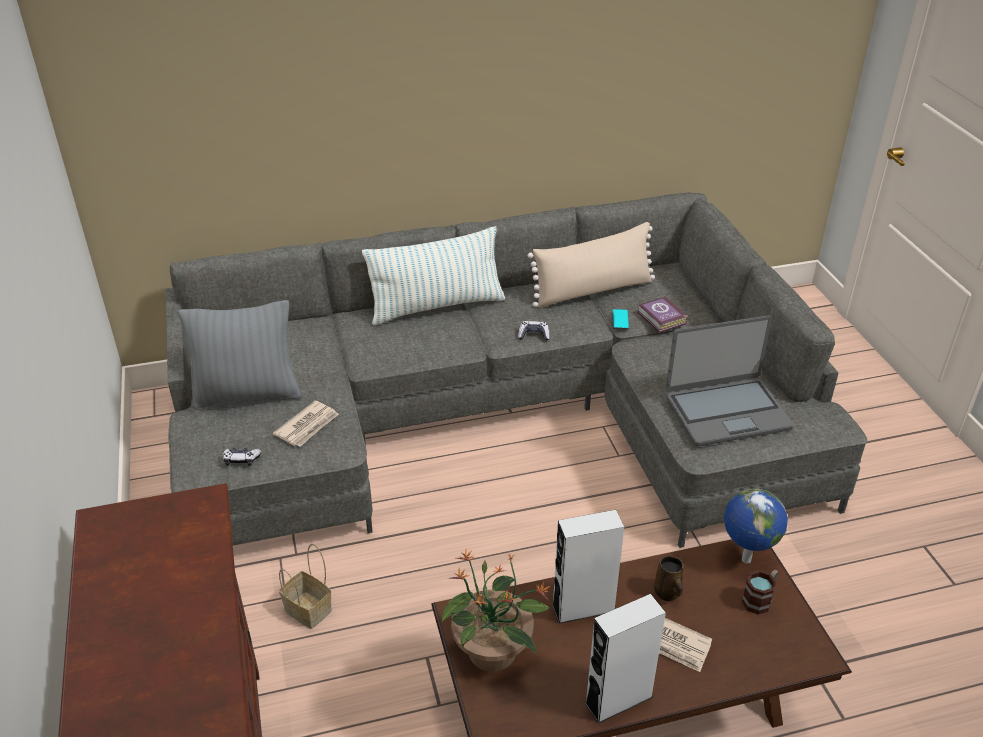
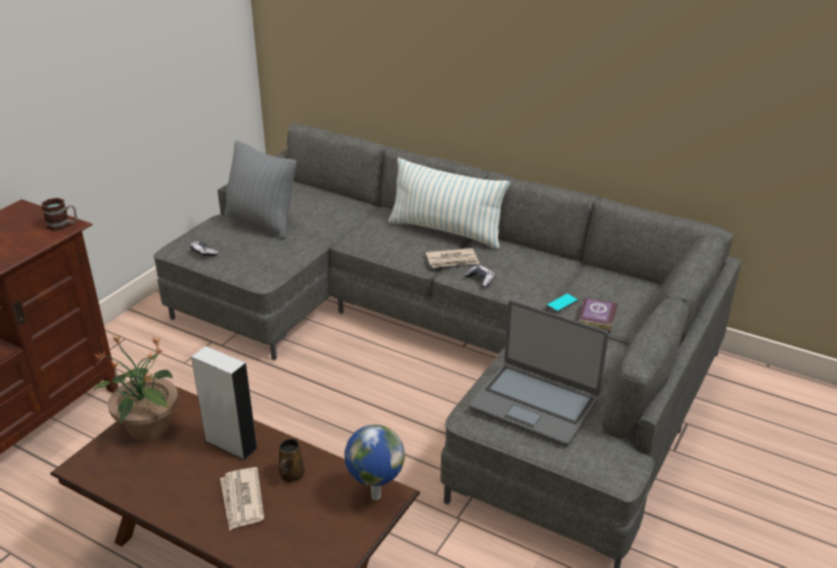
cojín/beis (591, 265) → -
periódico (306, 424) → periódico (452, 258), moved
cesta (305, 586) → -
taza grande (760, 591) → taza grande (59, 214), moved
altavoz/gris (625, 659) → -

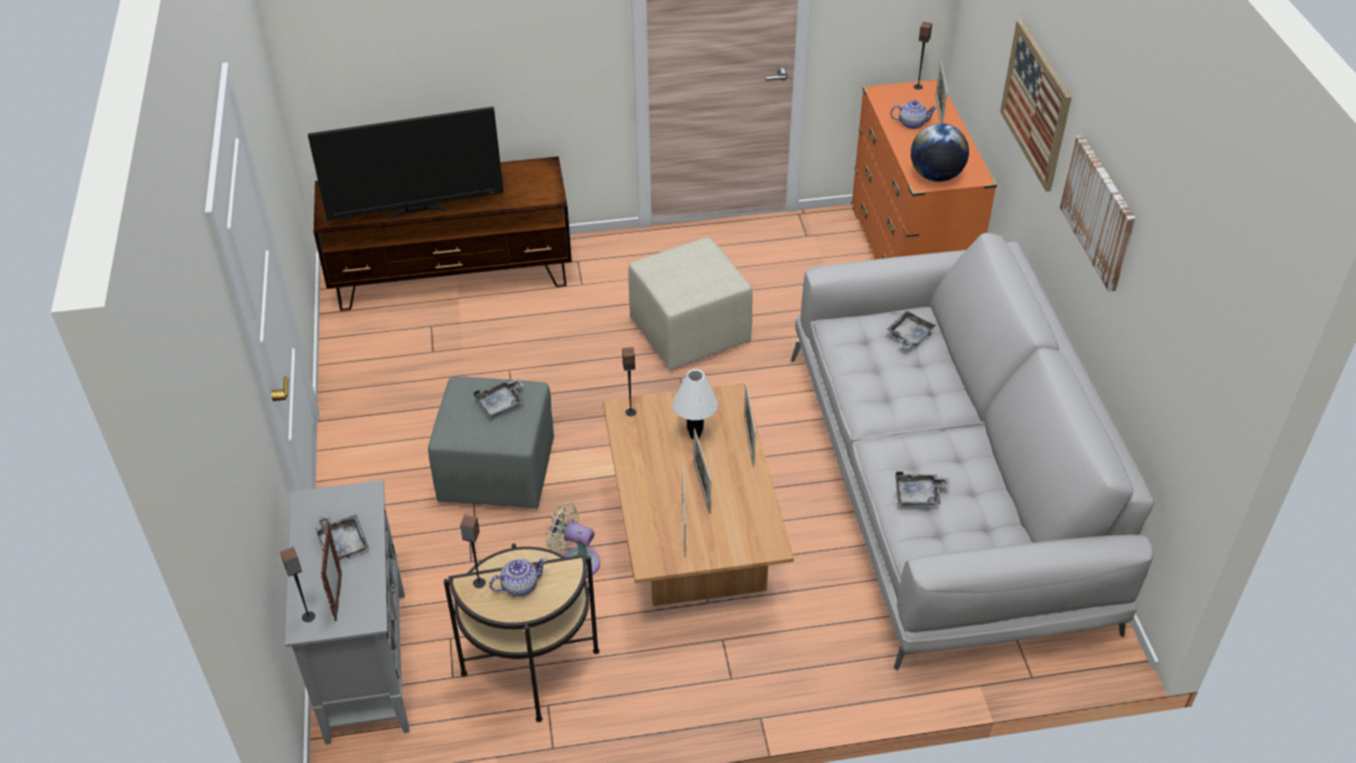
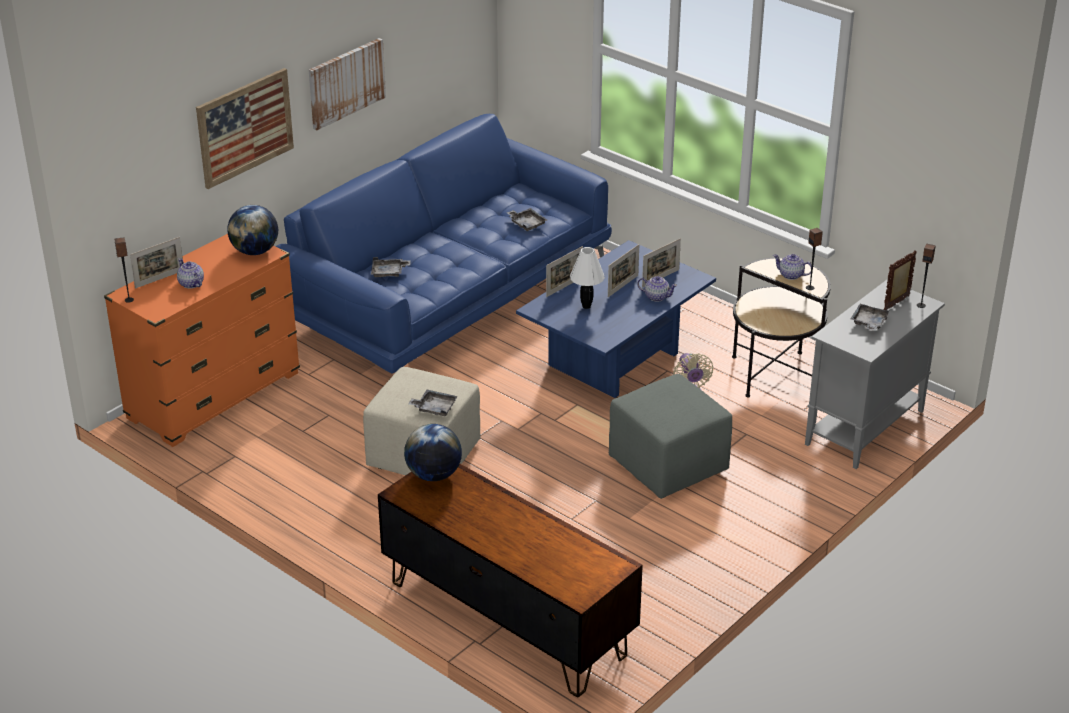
televisor (406, 163) → -
sofá/gris (972, 451) → sofá/azul (444, 244)
altavoz (629, 381) → -
bandeja/gris (499, 398) → bandeja/gris (433, 403), moved
mesa de centro/marrón (698, 494) → mesa de centro/azul (616, 319)
- → tetera (657, 289)
- → globo terráqueo (433, 452)

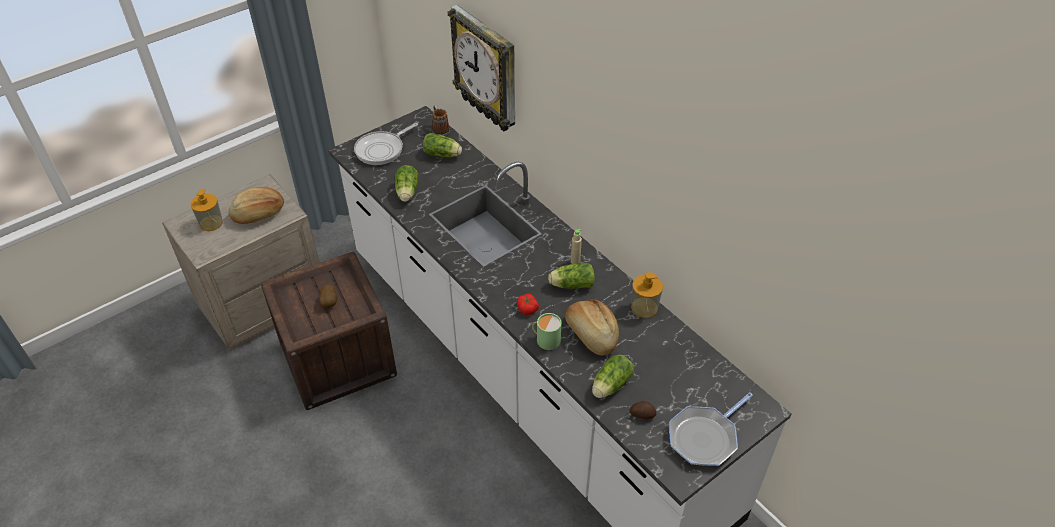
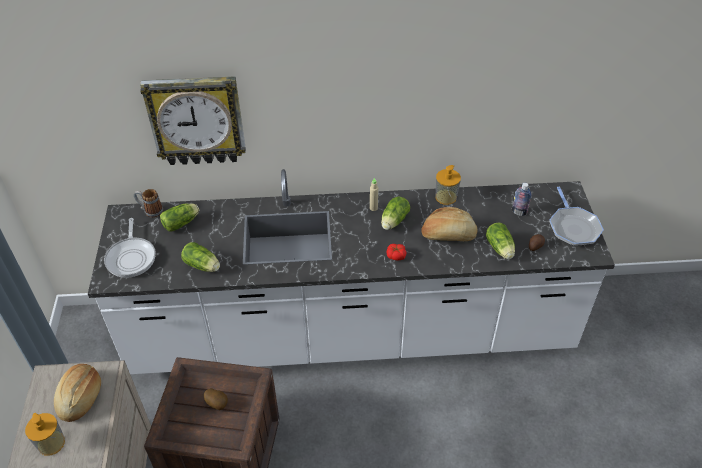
taza grande/verde (547, 331) → -
- → botella (522, 199)

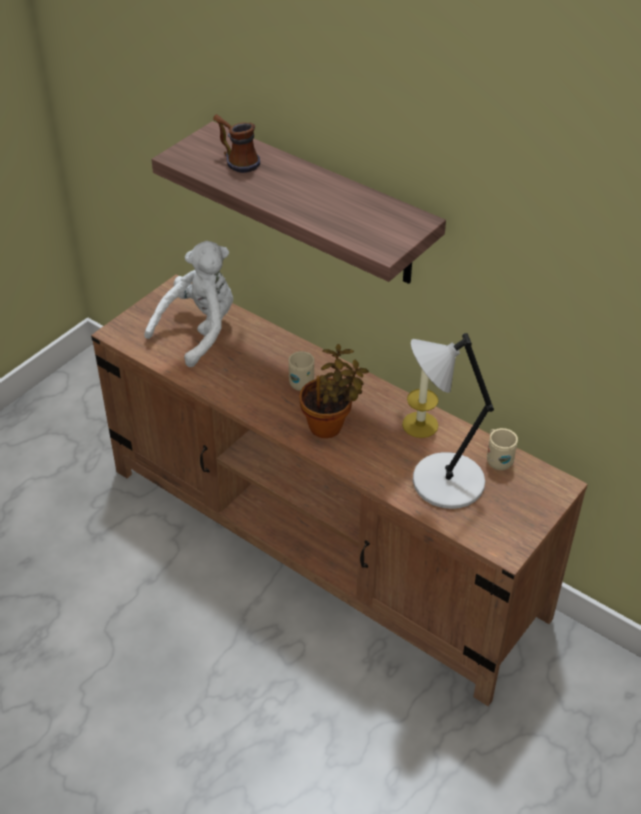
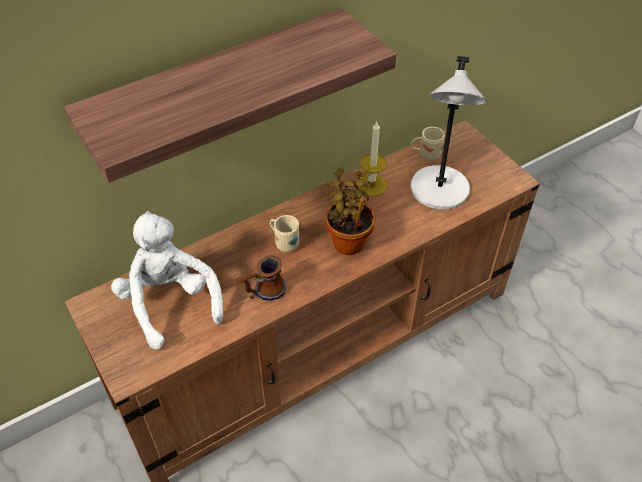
taza grande (236, 143) → taza grande (261, 278), moved

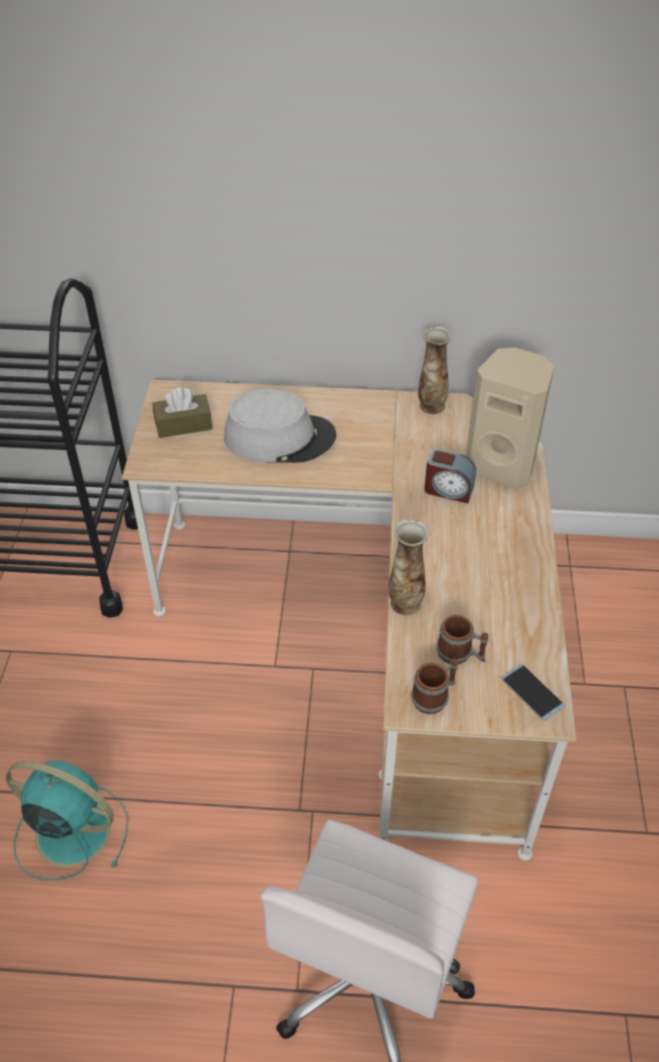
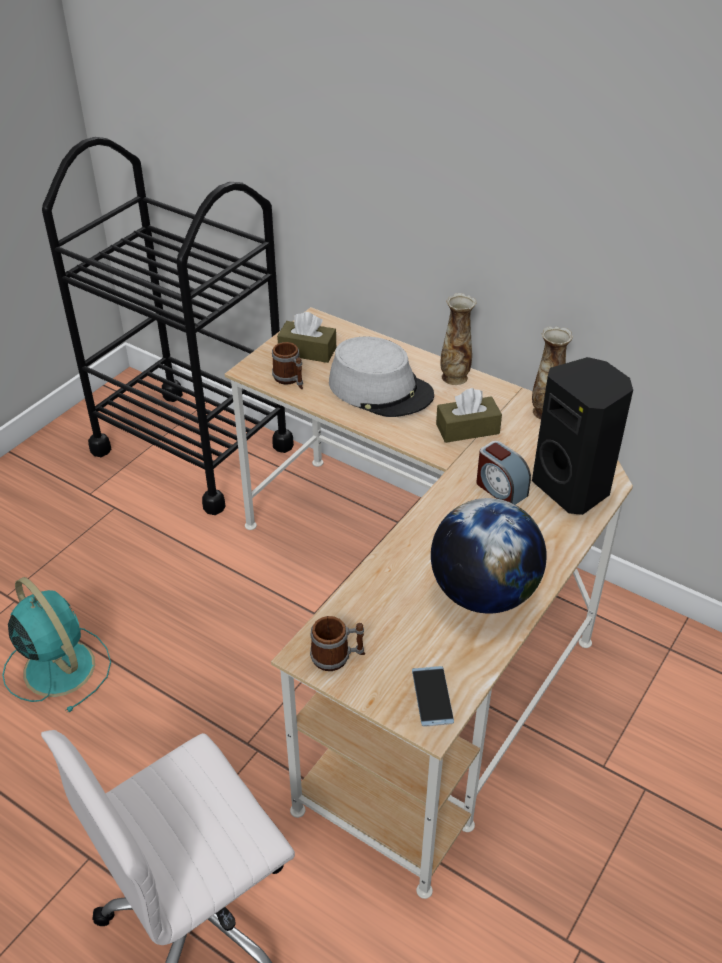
altavoz/beis (510, 418) → altavoz/negro (582, 436)
florero (409, 567) → florero (458, 339), moved
taza grande (462, 639) → taza grande (287, 365), moved
- → caja de pañuelos/marrón (469, 415)
- → globo terráqueo (489, 556)

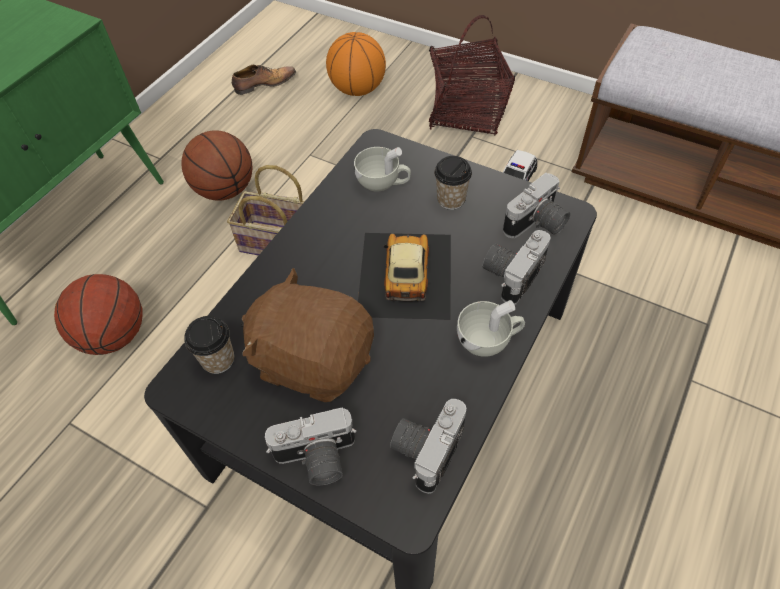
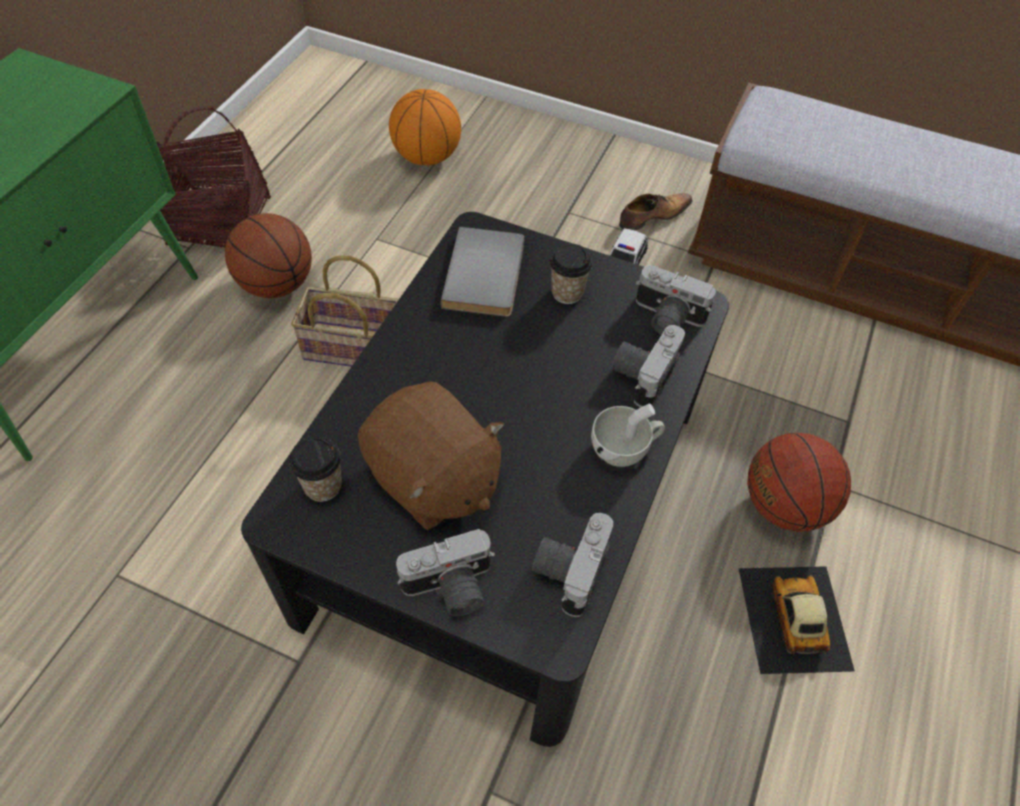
cesta (472, 75) → cesta (213, 176), moved
zapato (264, 80) → zapato (655, 212), moved
taza/blanco (382, 169) → libro/gris (482, 272)
cámara (536, 205) → cámara (676, 300), 75 degrees clockwise
coche de juguete (404, 276) → coche de juguete (796, 620), moved
peluche/marrón (307, 335) → peluche/marrón (431, 455), 150 degrees counterclockwise
balón de baloncesto (98, 314) → balón de baloncesto (799, 482), moved

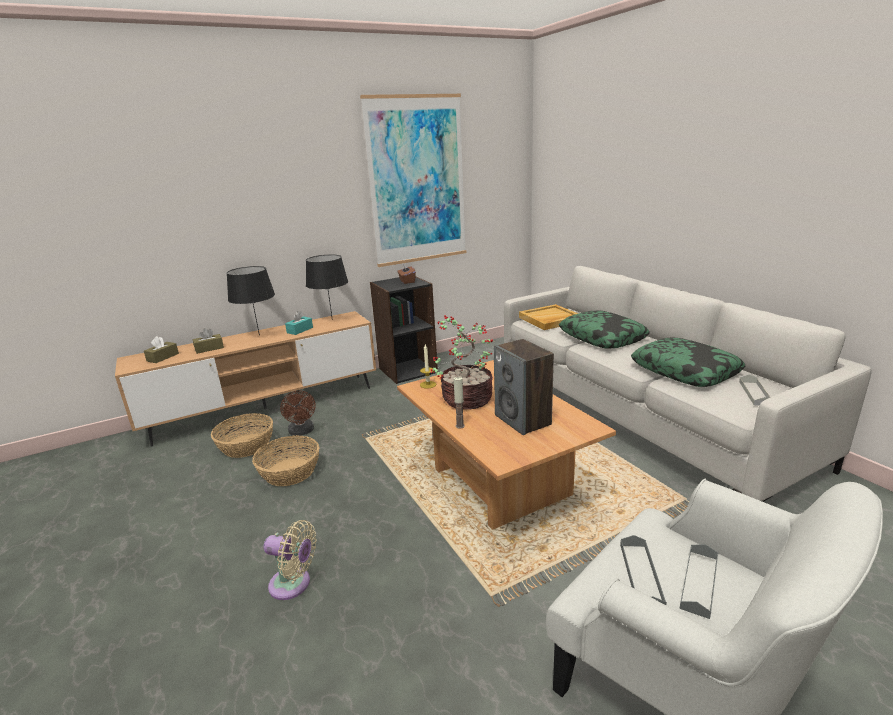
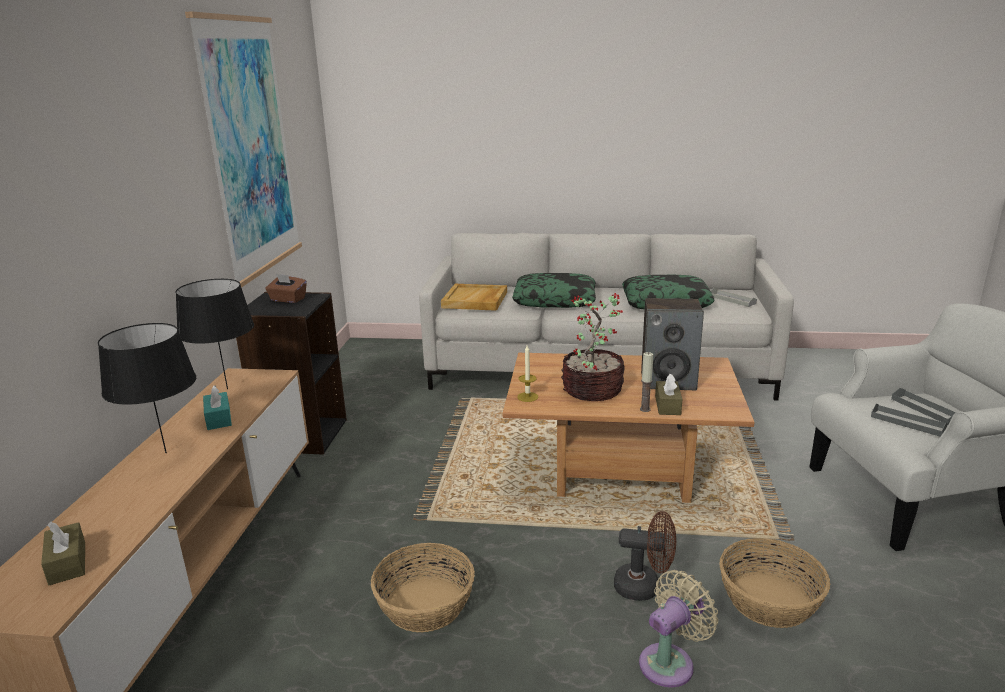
caja de pañuelos/marrón (208, 341) → caja de pañuelos/marrón (668, 394), moved
ventilador/marrón (298, 413) → ventilador/marrón (645, 556), moved
cesta (242, 435) → cesta (774, 583), moved

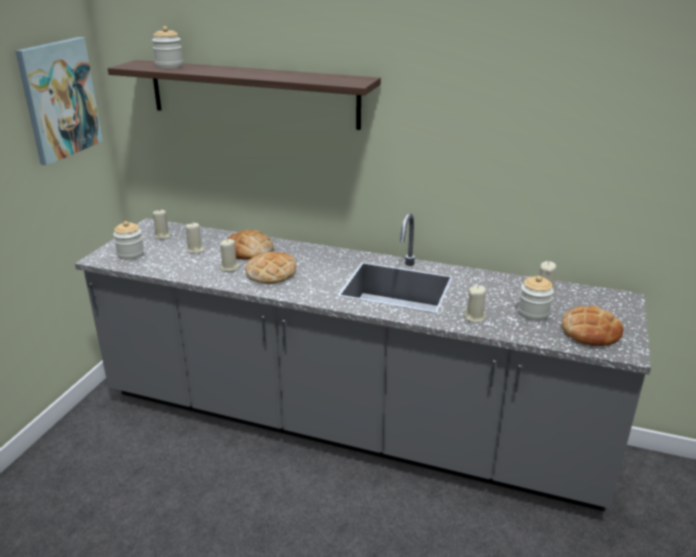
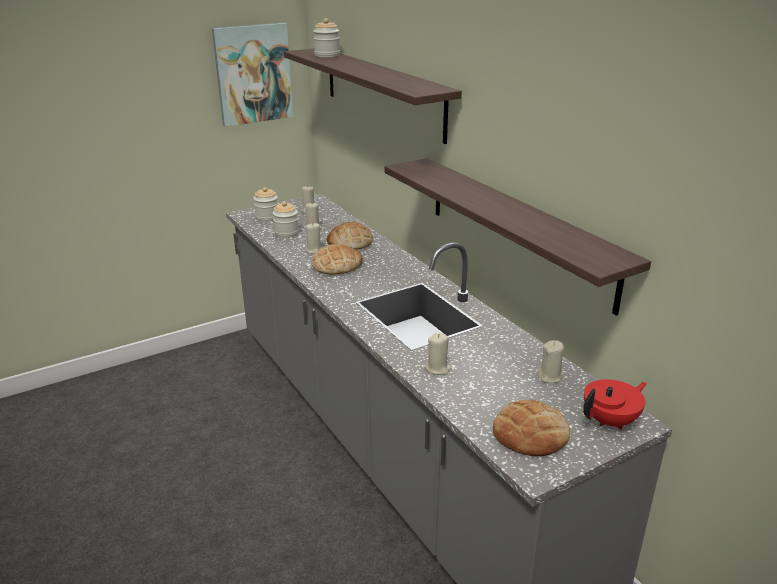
tarro (536, 298) → tarro (285, 219), moved
- → estante (517, 237)
- → tetera/rojo (615, 404)

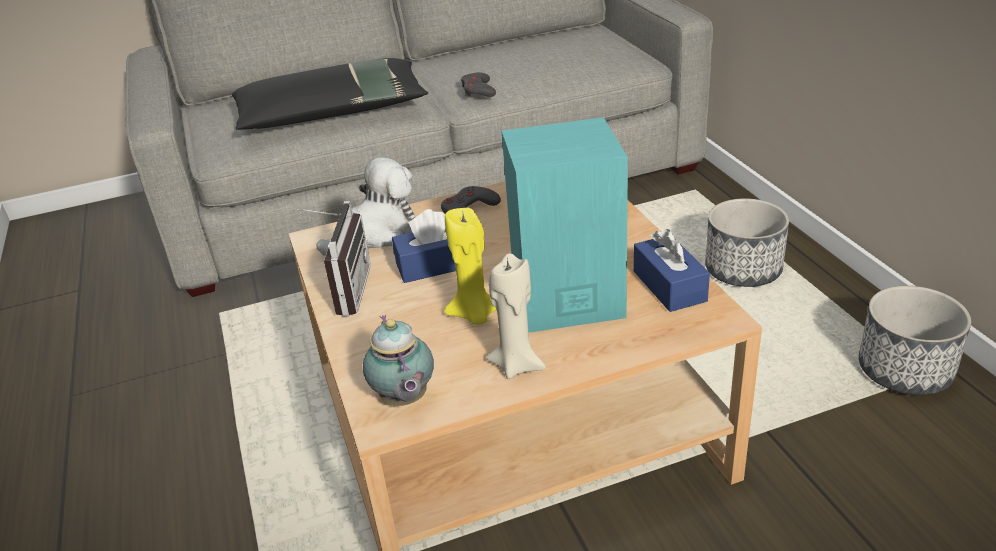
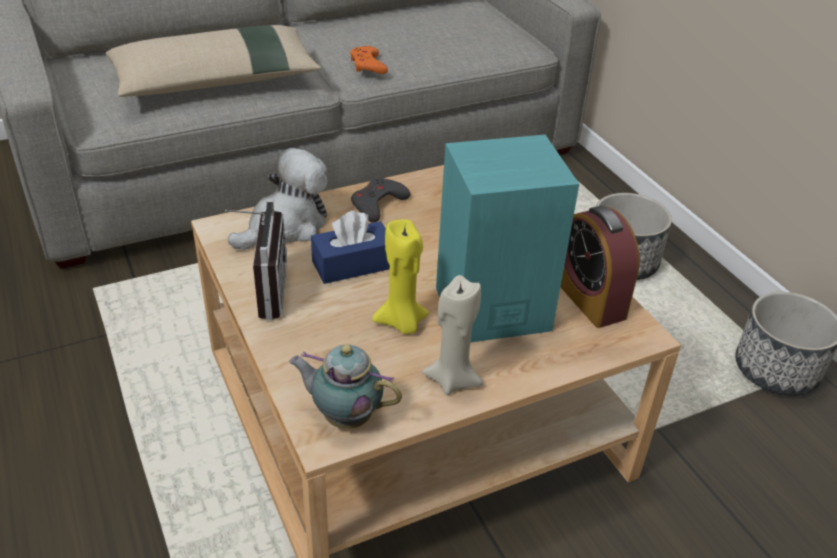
cojín/negro (330, 94) → cojín/beis (213, 61)
mando de consola/gris (478, 84) → mando de consola/naranja (369, 60)
caja de pañuelos/azul (672, 270) → despertador (600, 267)
tetera (398, 360) → tetera (345, 387), 135 degrees clockwise

